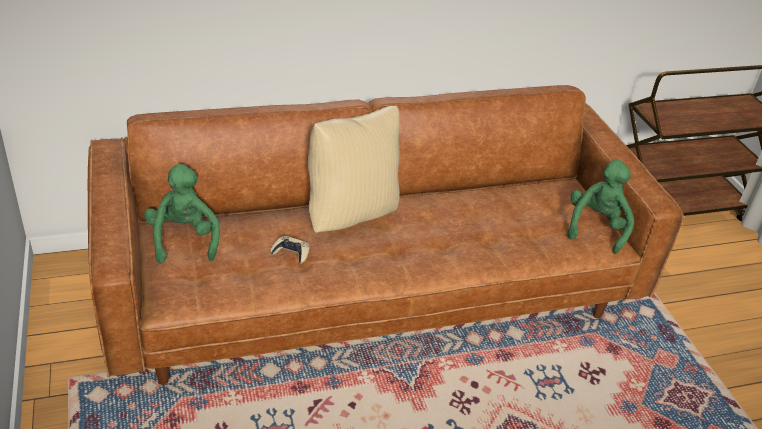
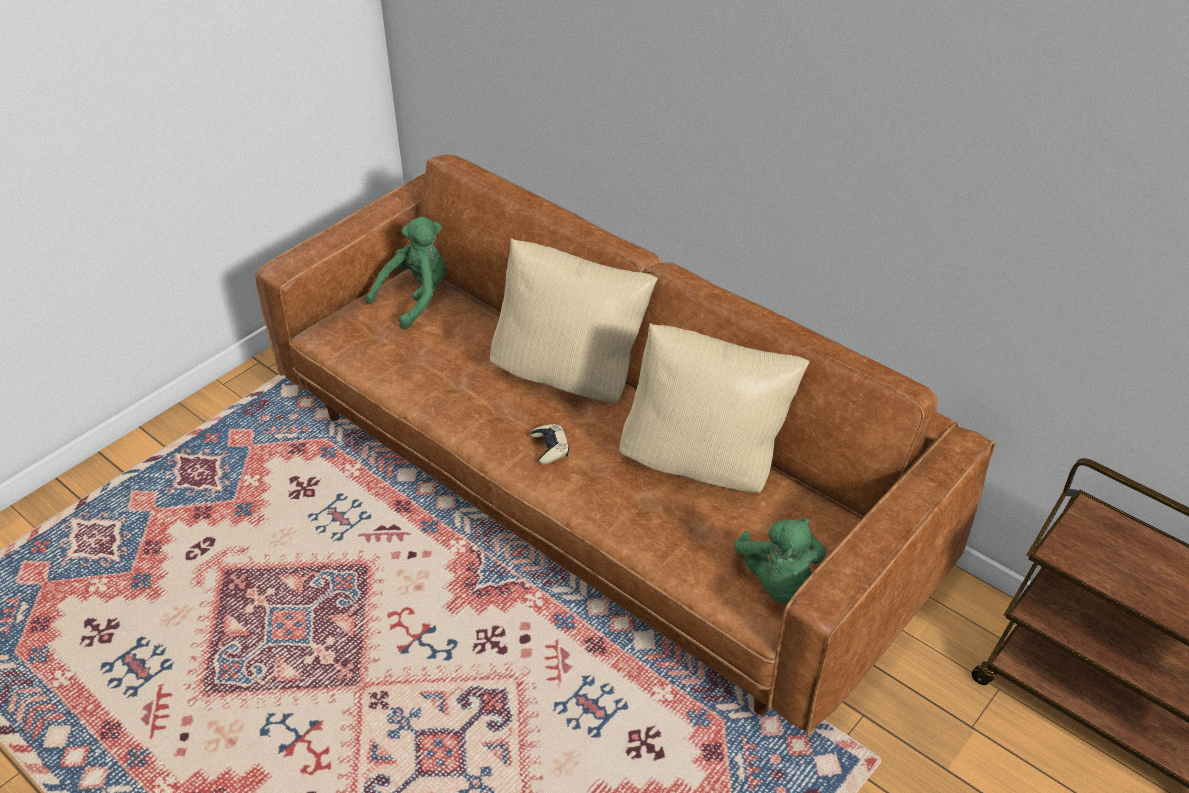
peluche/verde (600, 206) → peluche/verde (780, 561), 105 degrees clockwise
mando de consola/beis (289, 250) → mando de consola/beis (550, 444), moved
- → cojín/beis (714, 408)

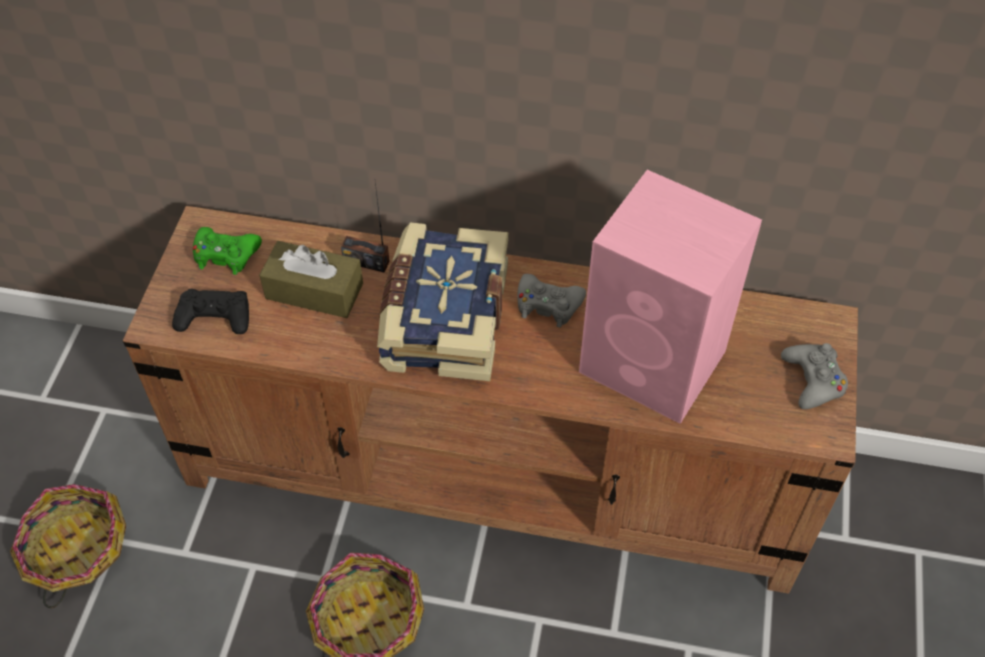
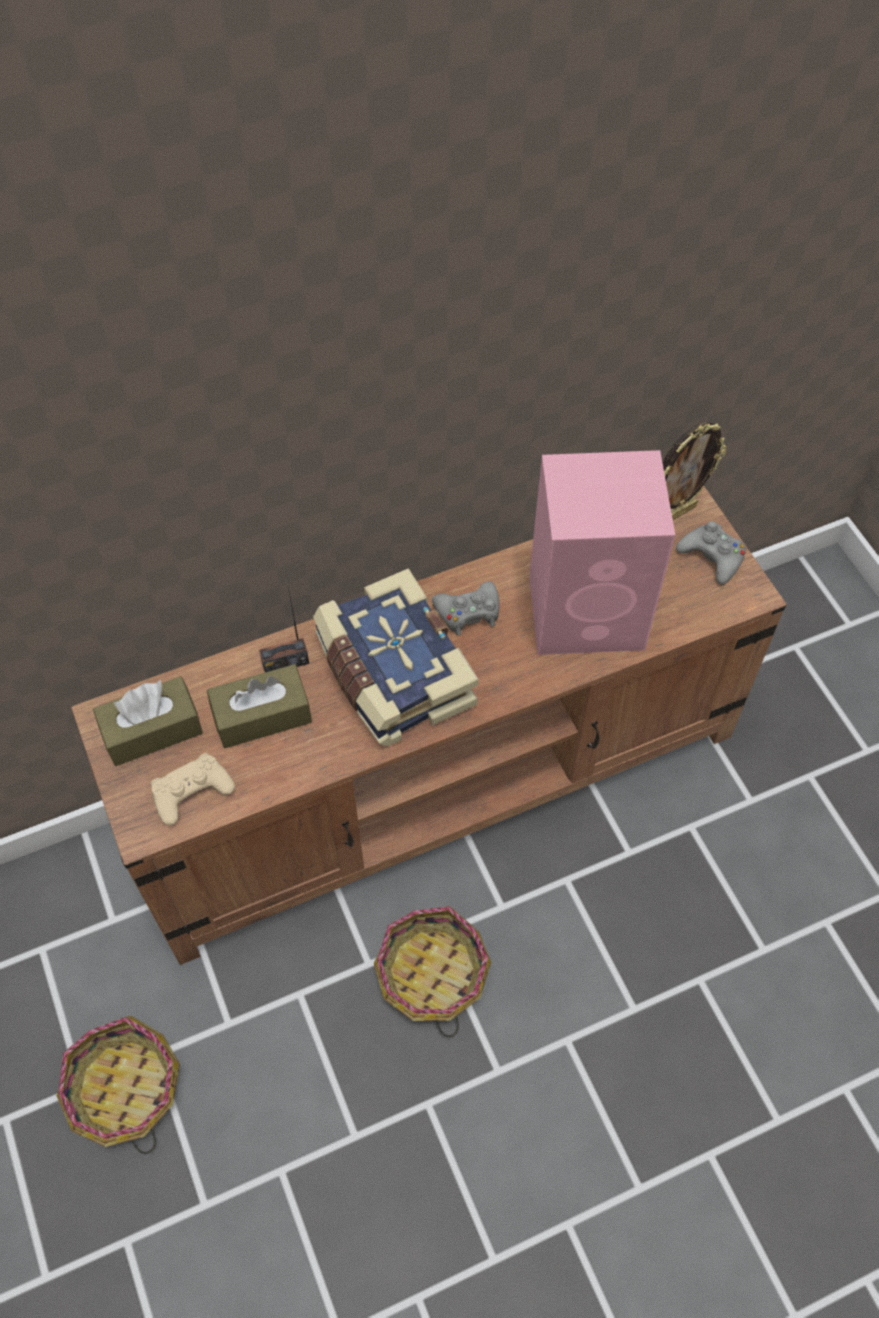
mando de consola/verde (227, 251) → caja de pañuelos/marrón (148, 721)
mando de consola/negro (210, 311) → mando de consola/beis (193, 789)
- → portarretratos (694, 471)

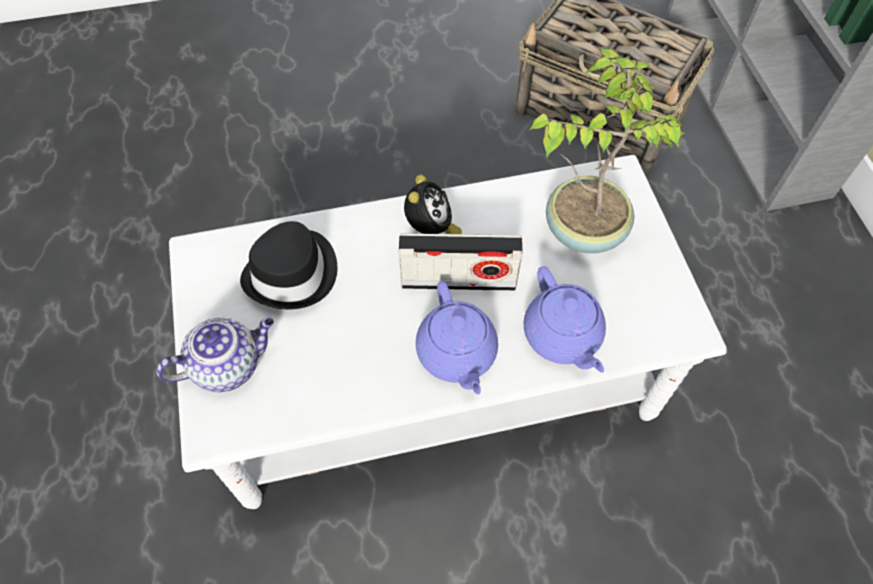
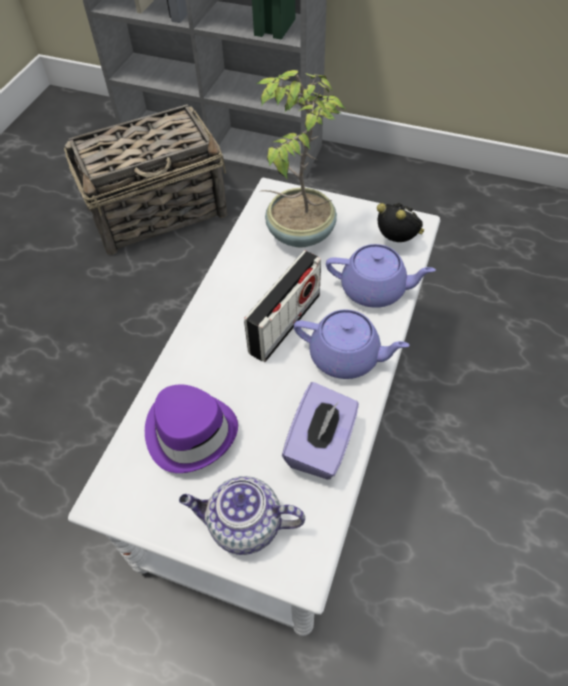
despertador (433, 204) → despertador (400, 222), moved
sombrero/negro (288, 265) → sombrero/morado (191, 428)
tetera (215, 355) → tetera (242, 515), 90 degrees counterclockwise
- → caja de pañuelos/morado (320, 431)

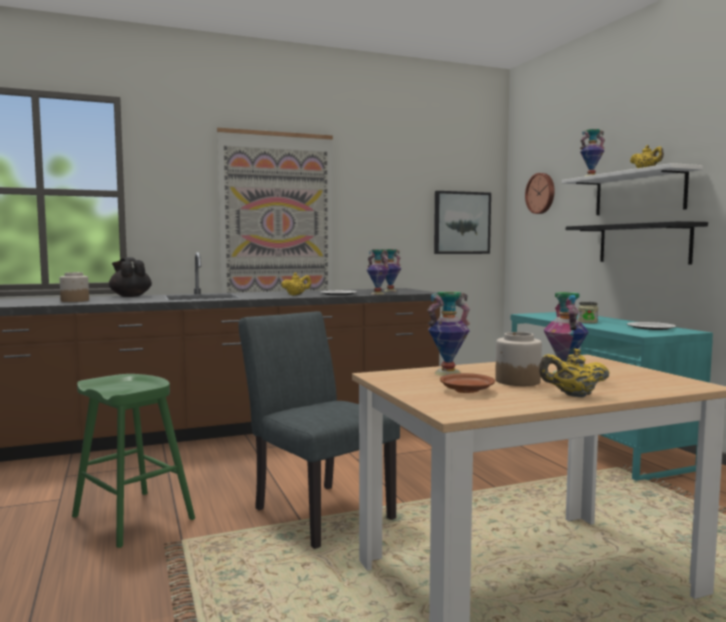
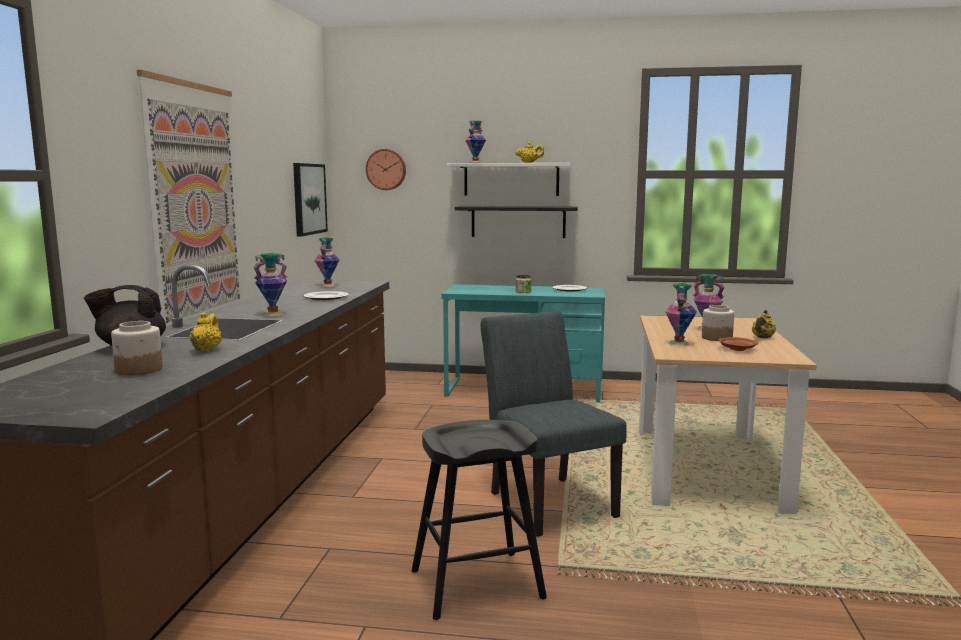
florero (378, 272) → florero (270, 284), moved
tetera/amarillo (296, 284) → tetera/amarillo (206, 332), moved
silla/gris (319, 430) → silla/gris (554, 424), 75 degrees clockwise
taburete/verde (133, 461) → taburete/negro (479, 520)

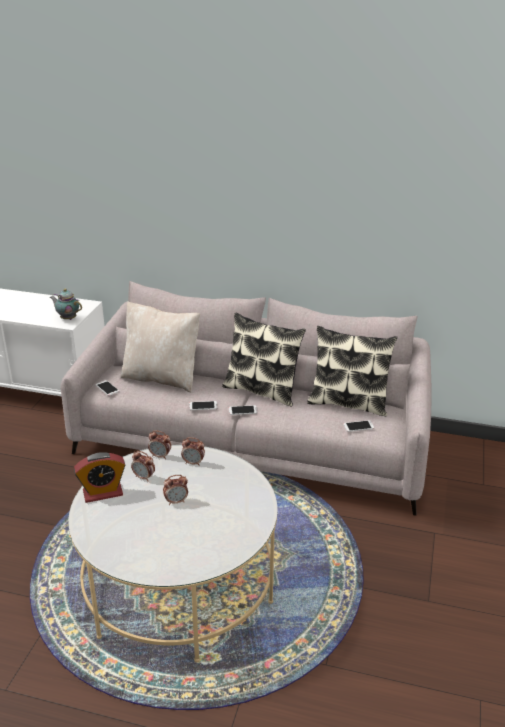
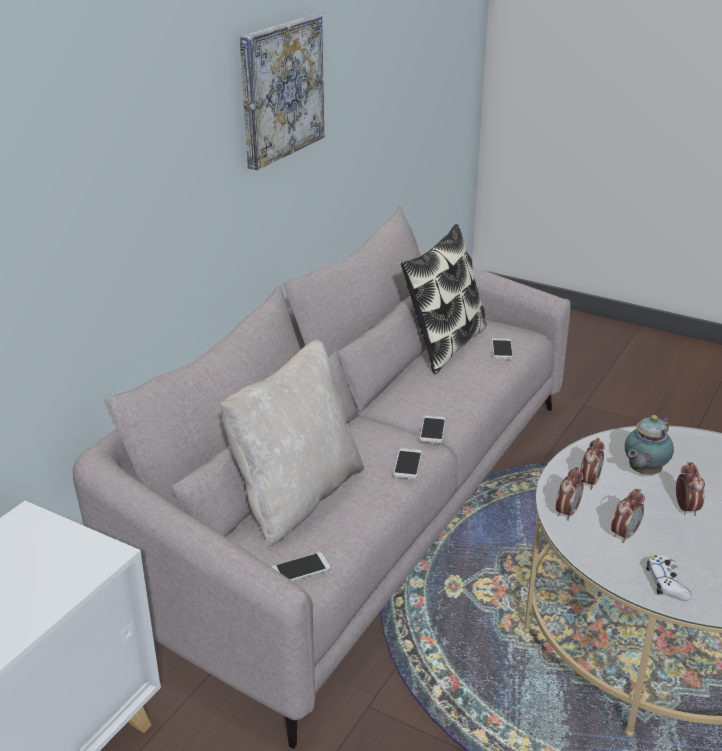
tetera (66, 304) → tetera (649, 445), moved
cojín (264, 359) → -
despertador (99, 477) → mando de consola/blanco (669, 577)
- → cuadro (282, 92)

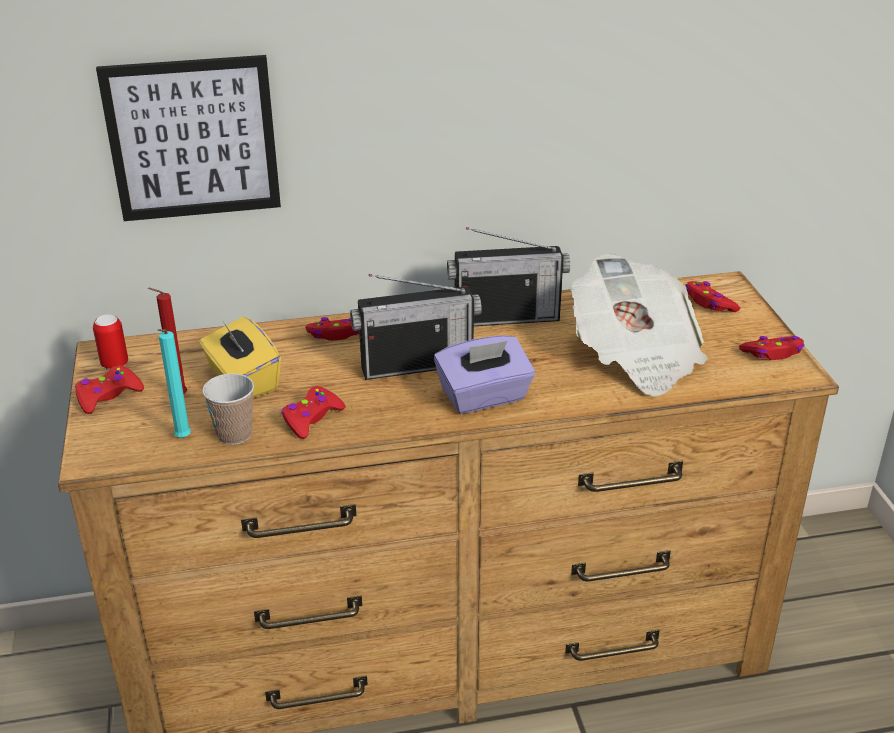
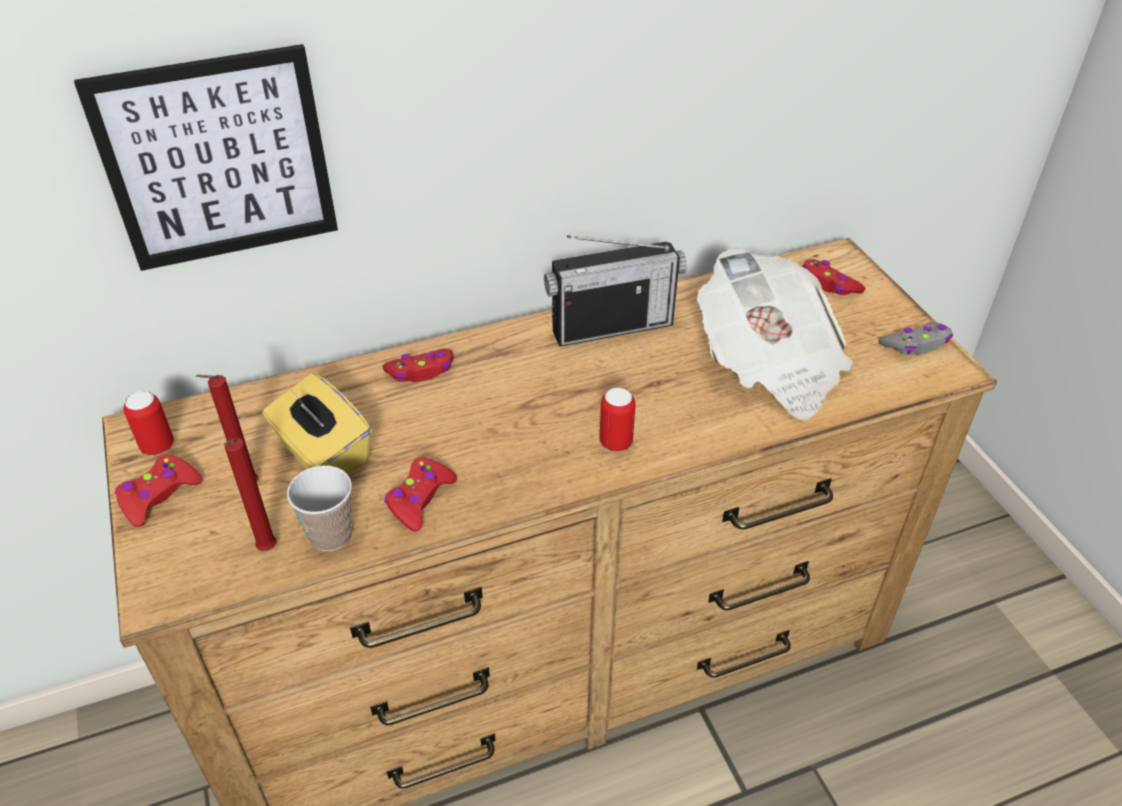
radio (416, 327) → -
vela/turquesa (174, 383) → vela/rojo (250, 494)
caja de pañuelos/morado (484, 374) → lata (618, 420)
mando de consola/rojo (772, 348) → mando de consola/gris (916, 338)

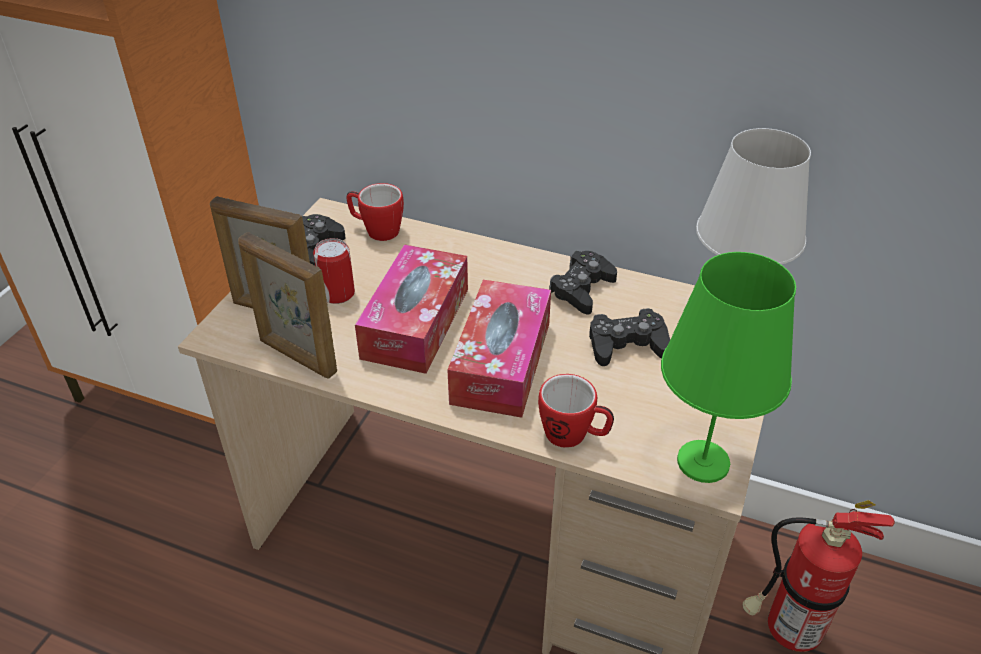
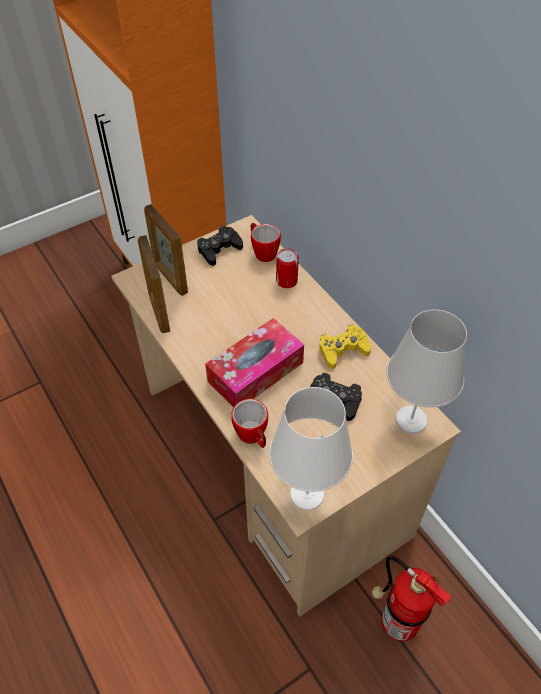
lata (334, 271) → lata (287, 268), moved
caja de pañuelos (411, 309) → -
mando de consola/negro (583, 282) → mando de consola/amarillo (345, 346)
lámpara de mesa/verde (728, 367) → lámpara de mesa/blanco (311, 448)

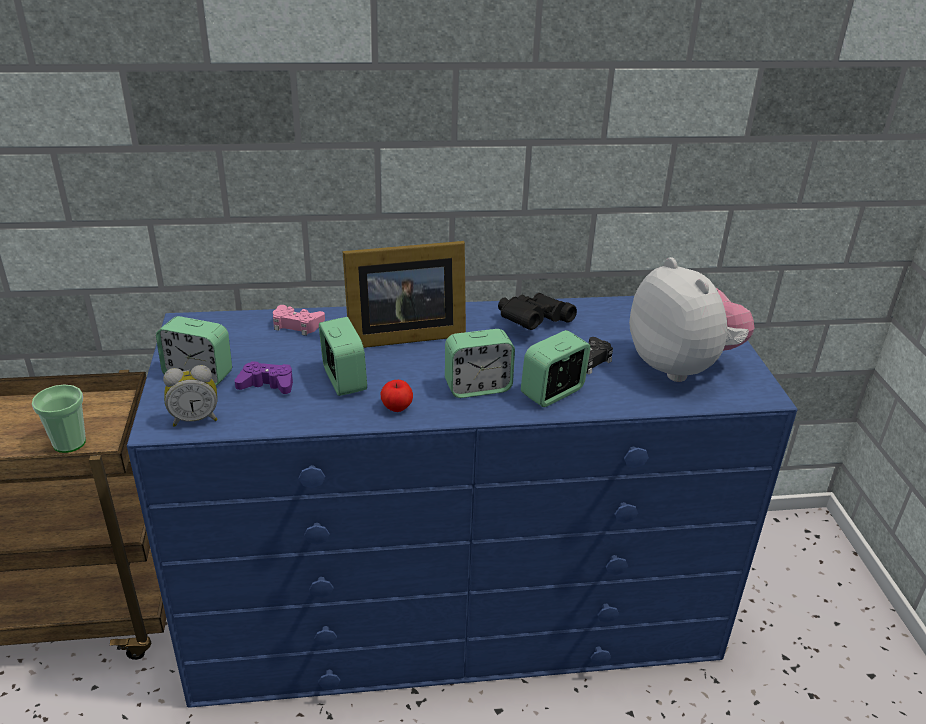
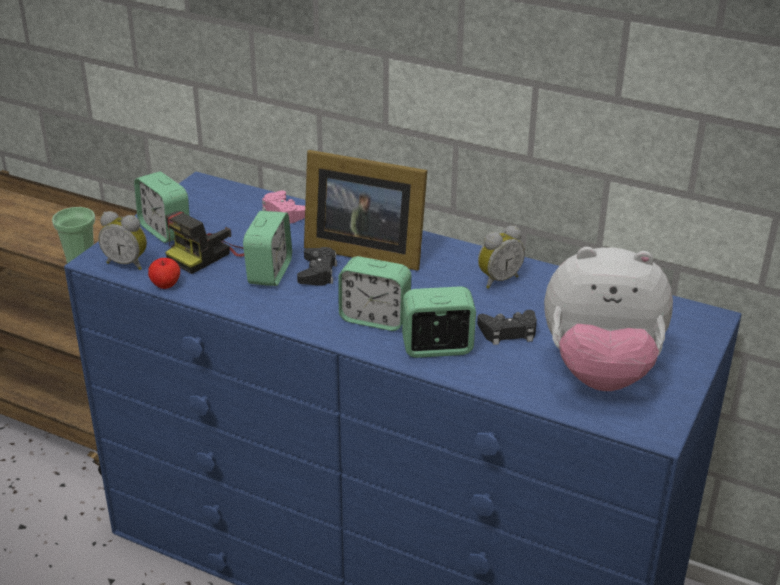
peluche (691, 319) → peluche (608, 319), 90 degrees clockwise
prismáticos/negro (537, 311) → despertador (501, 257)
mando de consola/morado (264, 377) → cámara (204, 242)
manzana (396, 396) → manzana (164, 273), moved
- → mando de consola/negro (317, 266)

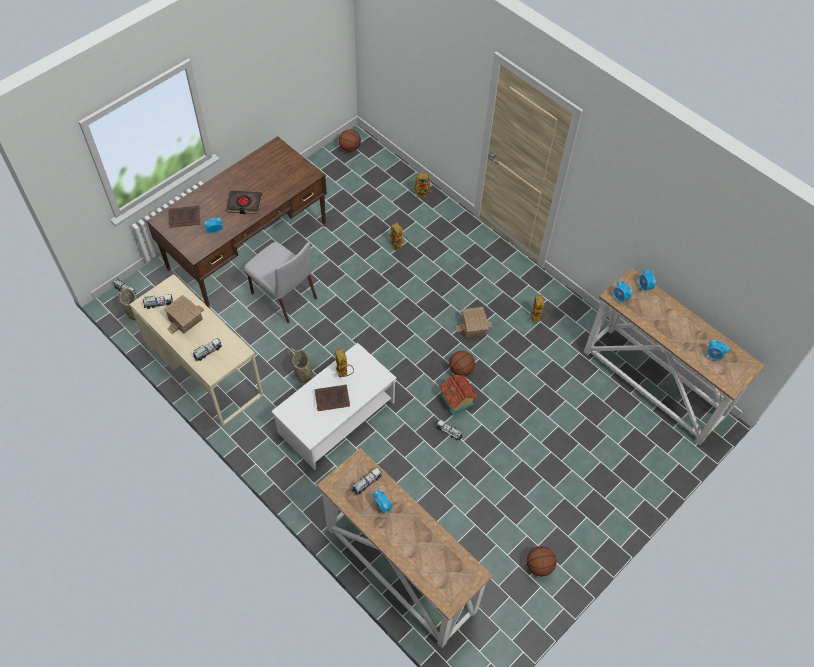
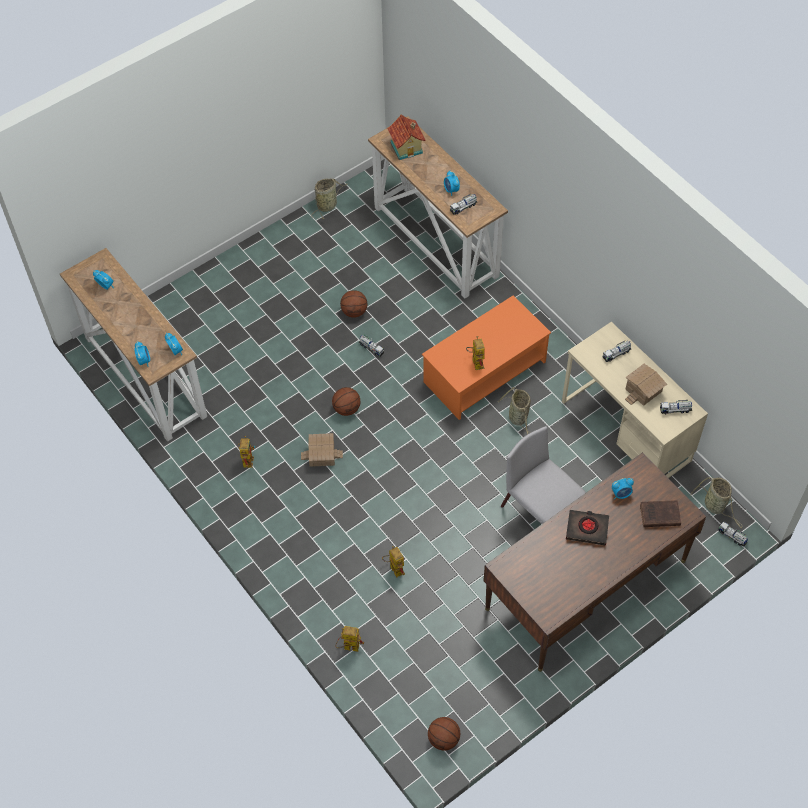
mesa de centro/blanco (333, 406) → mesa de centro/naranja (486, 357)
casita (458, 395) → casita (406, 137), moved
libro/marrón (332, 398) → -
balón de baloncesto (541, 561) → balón de baloncesto (353, 304), moved
- → cesta (329, 199)

